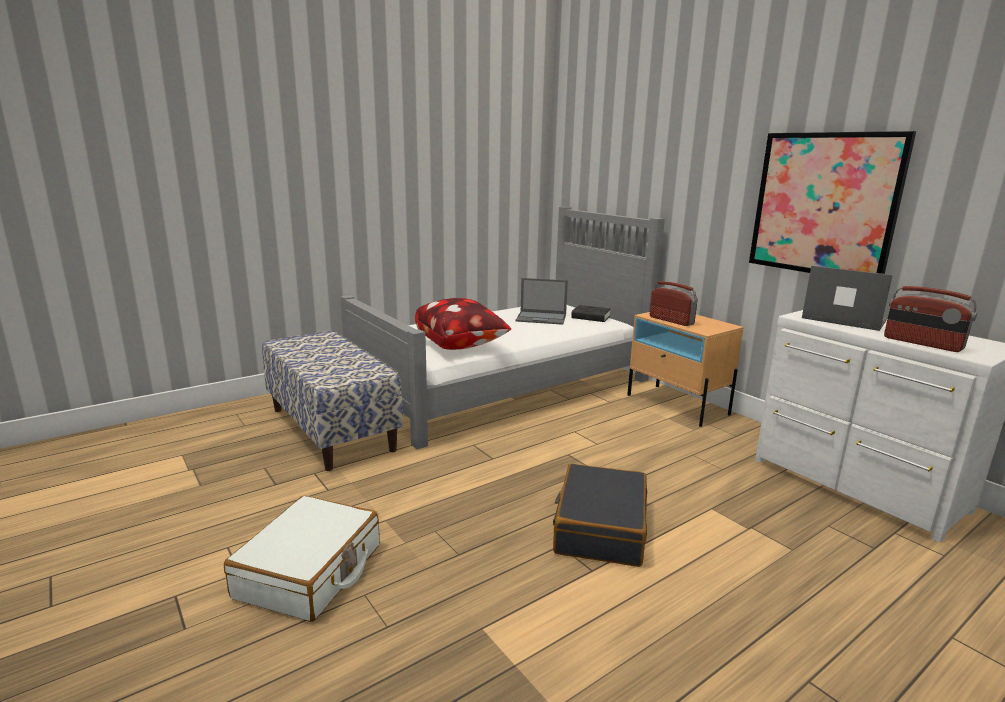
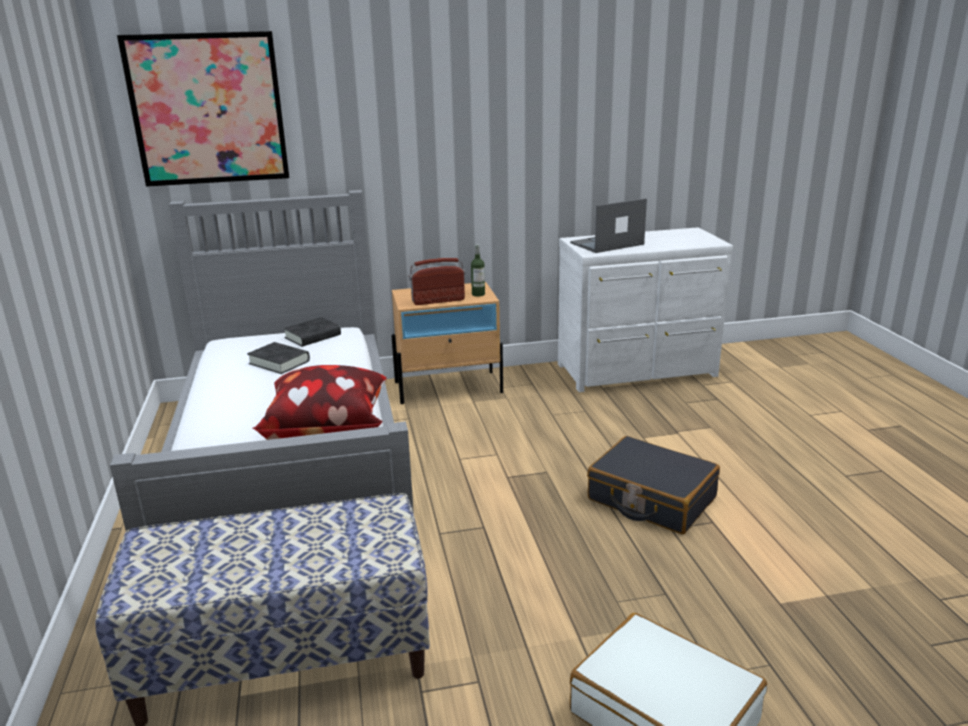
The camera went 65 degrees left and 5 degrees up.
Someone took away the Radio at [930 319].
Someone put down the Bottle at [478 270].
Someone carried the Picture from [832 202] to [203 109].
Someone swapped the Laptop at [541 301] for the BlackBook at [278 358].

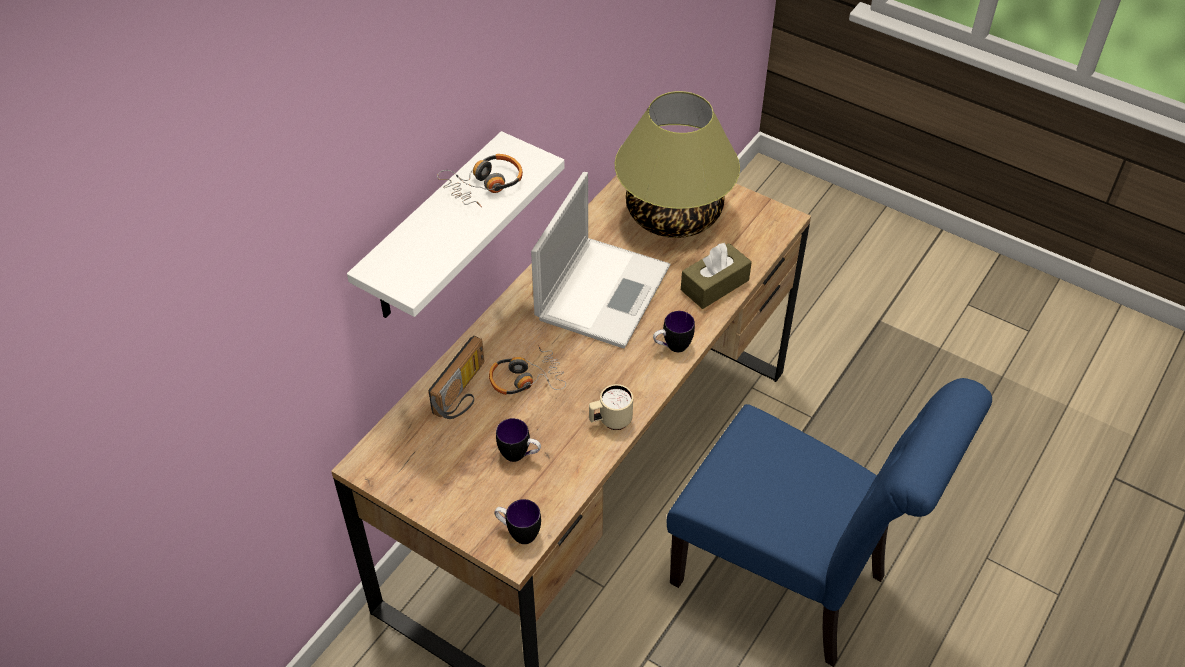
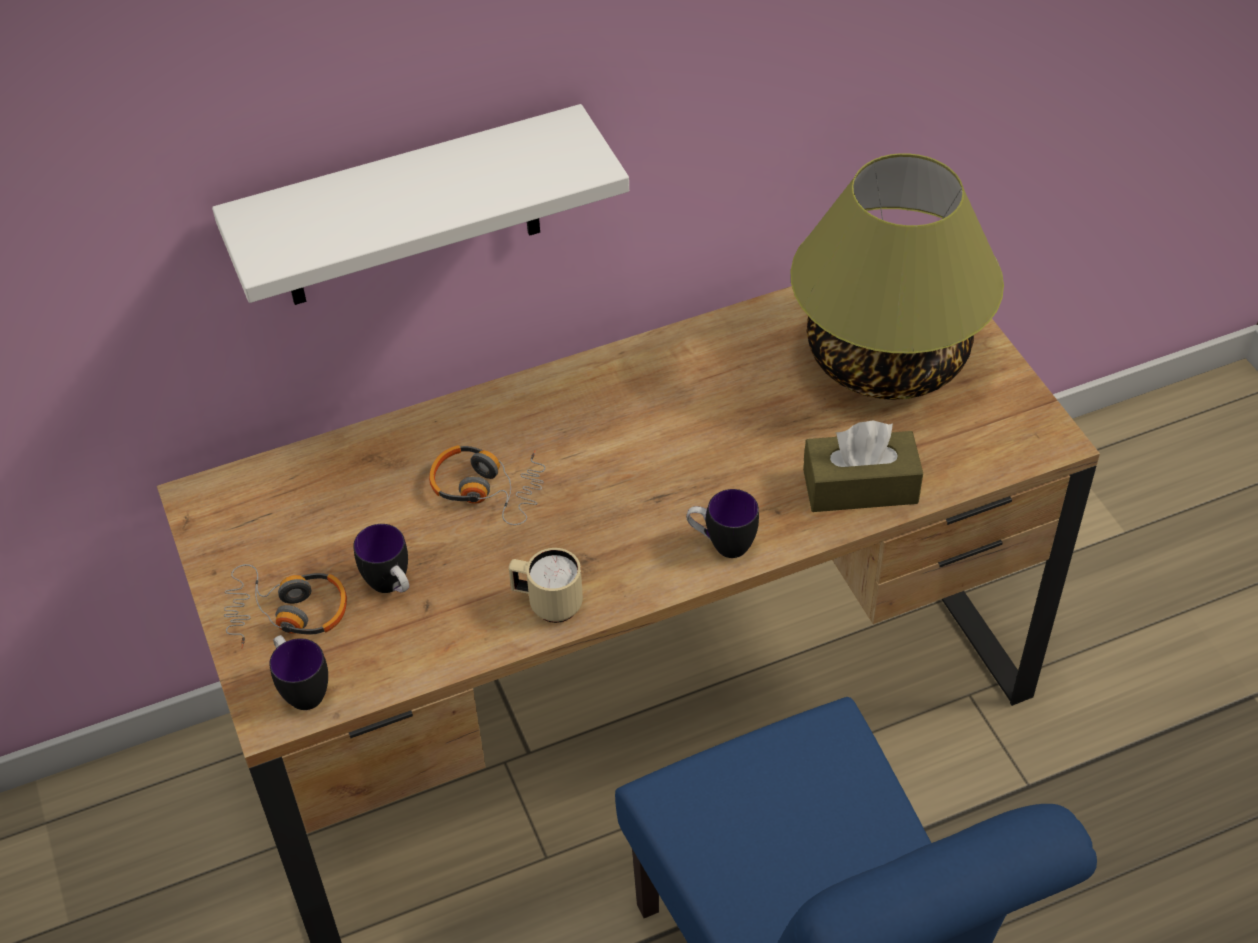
The camera went 35 degrees right and 0 degrees up.
Someone took away the Radio at [456 377].
Someone took away the Laptop at [600 260].
Someone carried the Headphones from [480 180] to [285 606].

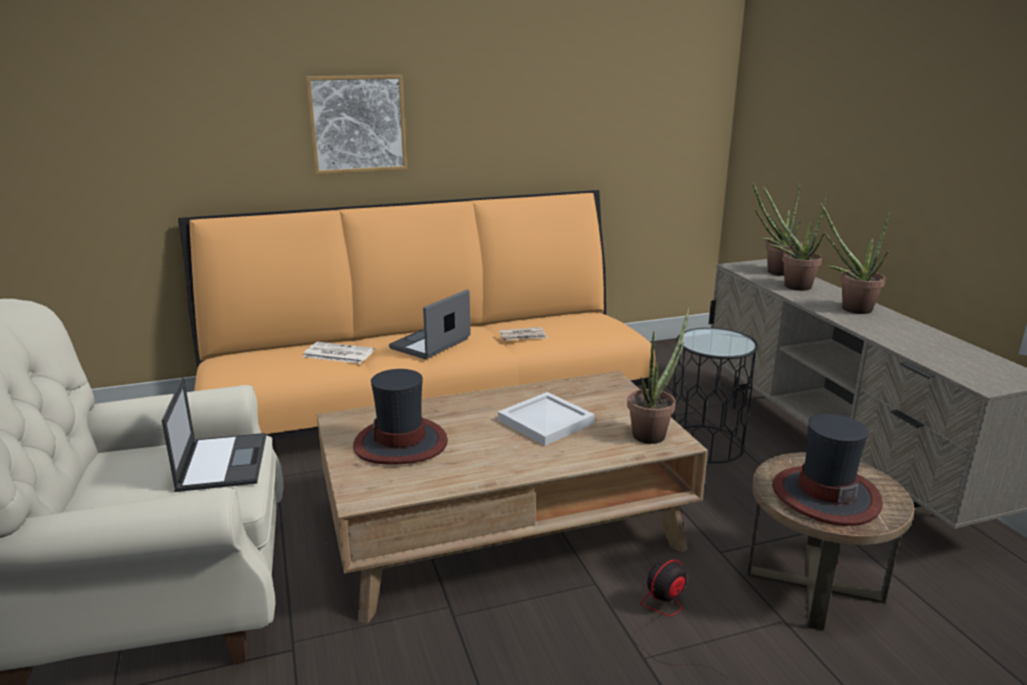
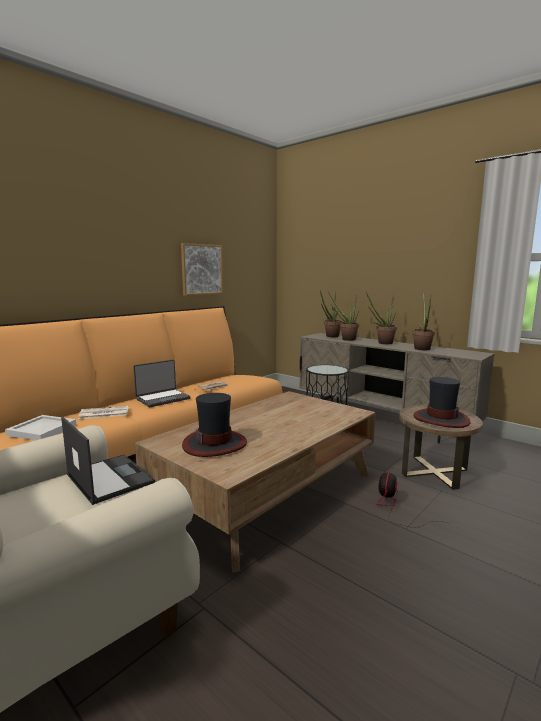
The camera went 30 degrees left and 10 degrees down.
Someone carried the Picture from [356 124] to [202 269].
Someone carried the WhiteTray from [546 419] to [40 427].
Someone carried the PottedPlant from [658 375] to [423 321].
Someone rotated the Laptop at [429 324] by 135 degrees counterclockwise.

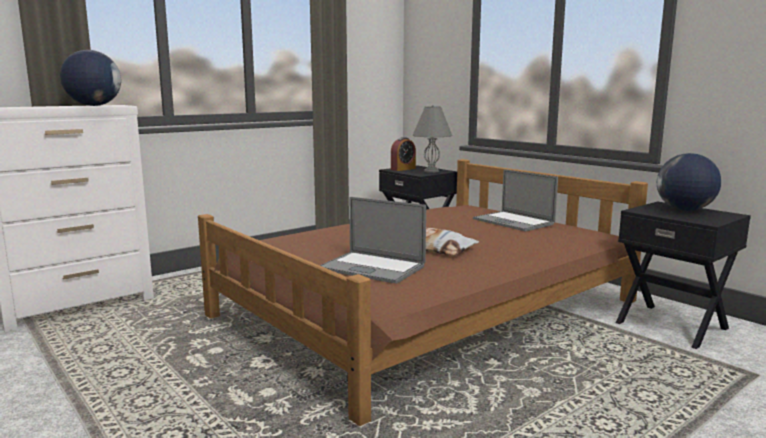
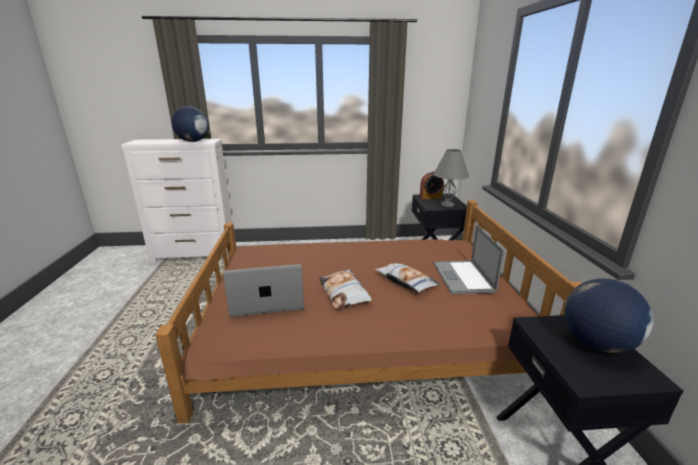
The camera went 35 degrees right and 10 degrees up.
Someone put down the Pillow at [407 278].
Someone rotated the Laptop at [373 240] by 105 degrees clockwise.

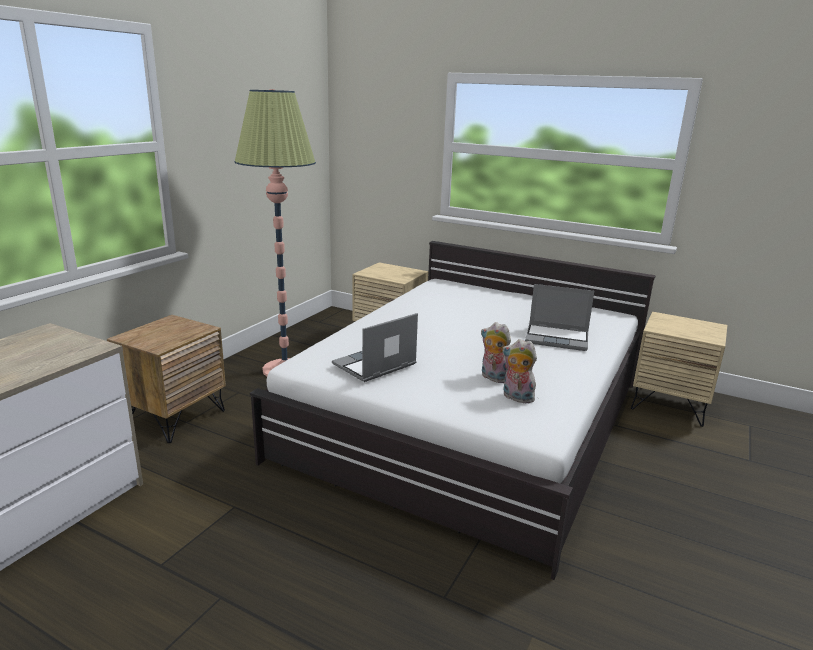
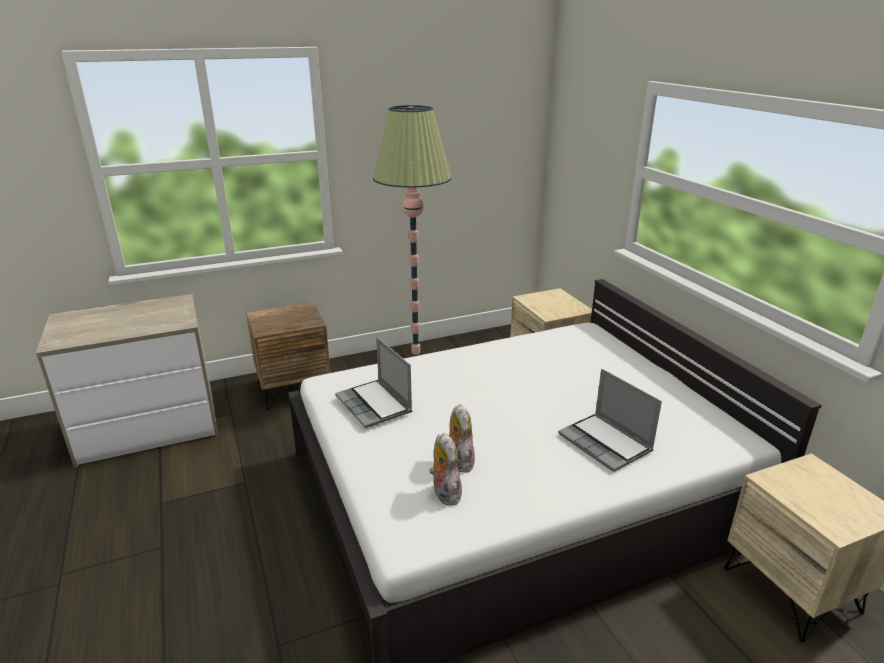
The camera went 40 degrees right and 5 degrees up.
Someone rotated the Laptop at [375 347] by 120 degrees counterclockwise.

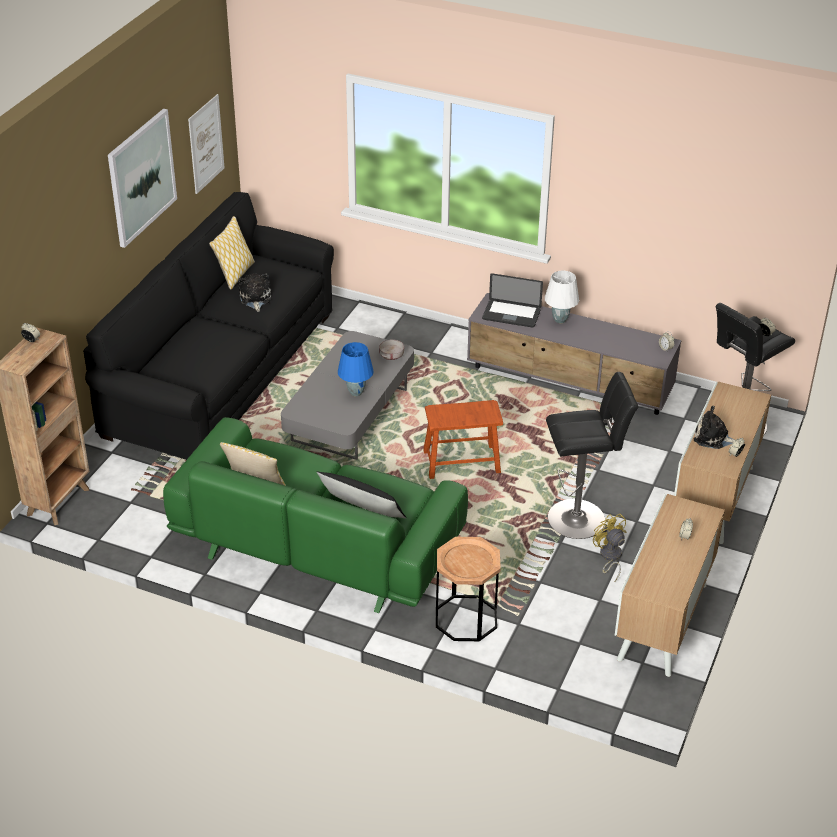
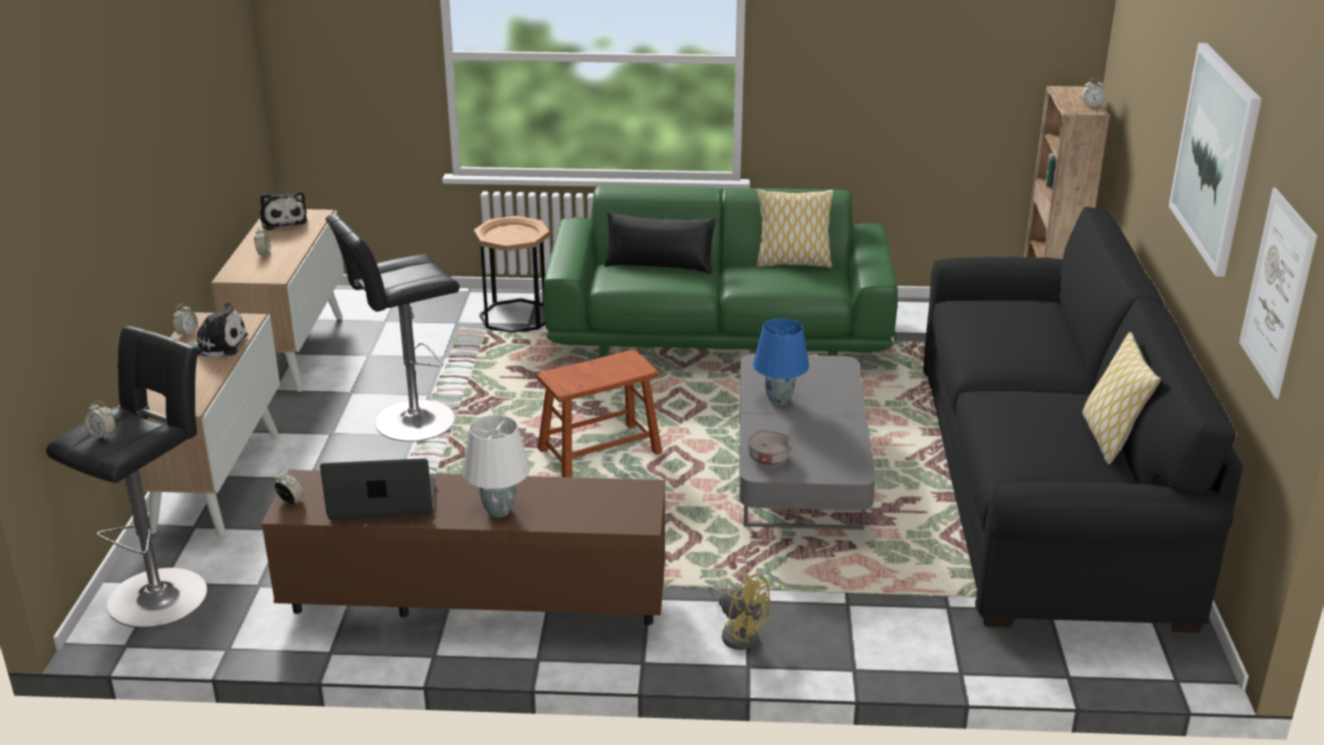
The camera went 160 degrees right and 10 degrees down.
Someone carried the PlushToy from [254 292] to [284 210].
Someone carried the Laptop from [512 300] to [377 489].
Someone carried the YellowFan from [609 548] to [740 611].
Someone repainted the GreyTvStand at [574 354], which became the BrownTvStand at [463 547].

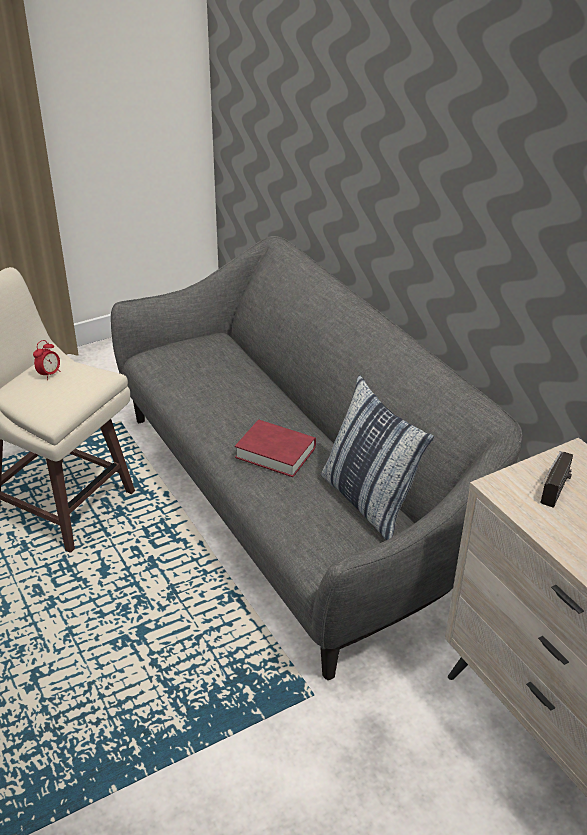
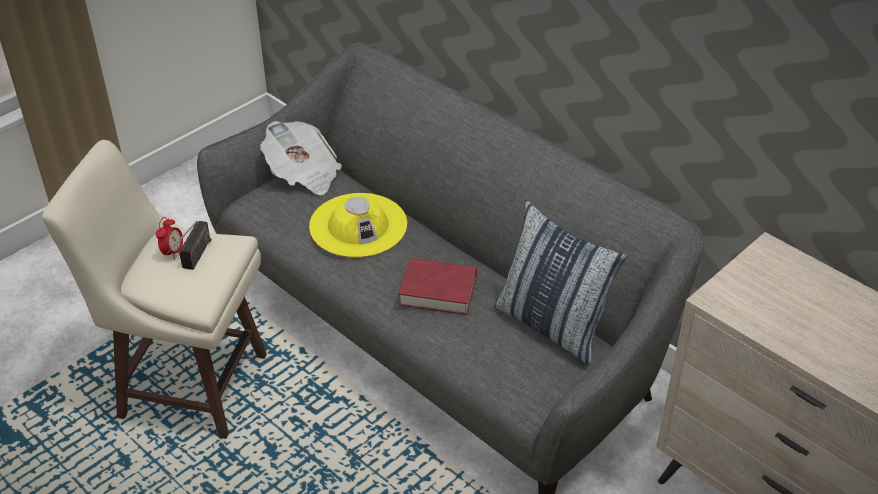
The camera went 15 degrees left and 5 degrees up.
Someone put down the Newspaper at [301 158].
Someone put down the YellowHat at [358 225].
Someone carried the Radio from [556 479] to [189 245].

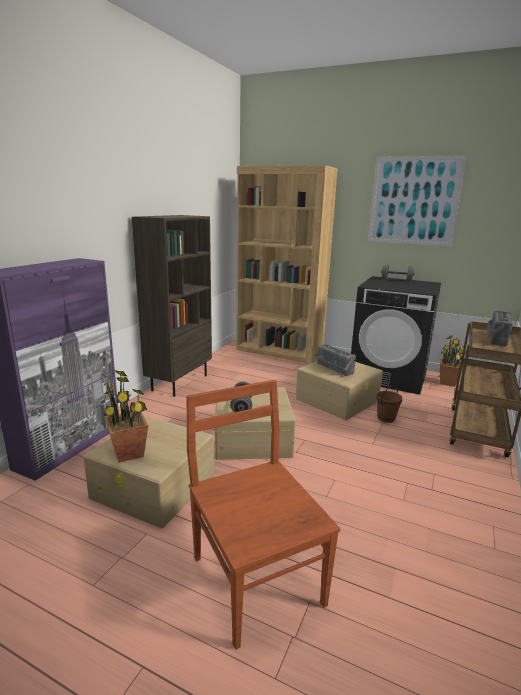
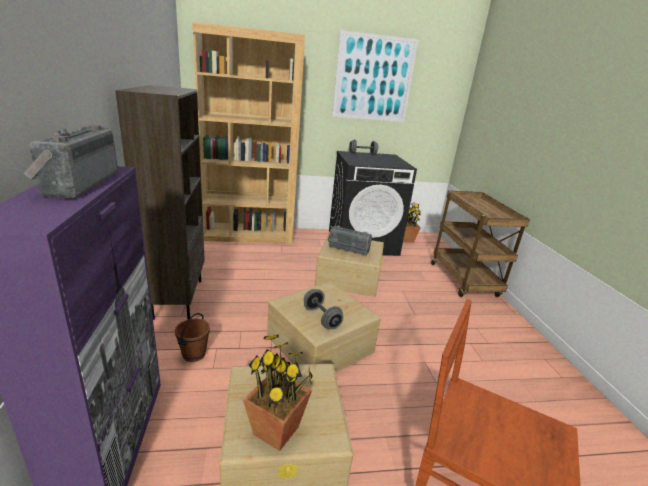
The camera went 35 degrees left and 5 degrees up.
Someone carried the BrownBucket from [389 404] to [192 337].
Someone carried the Radio from [500 328] to [70 161].

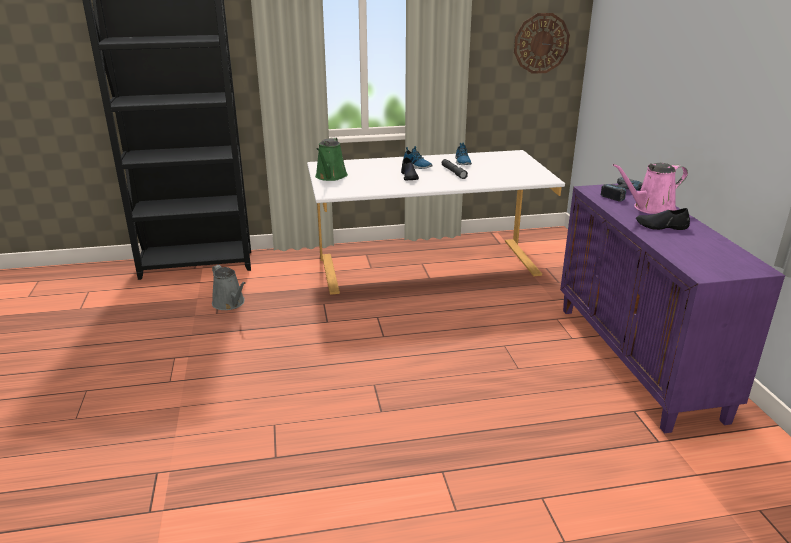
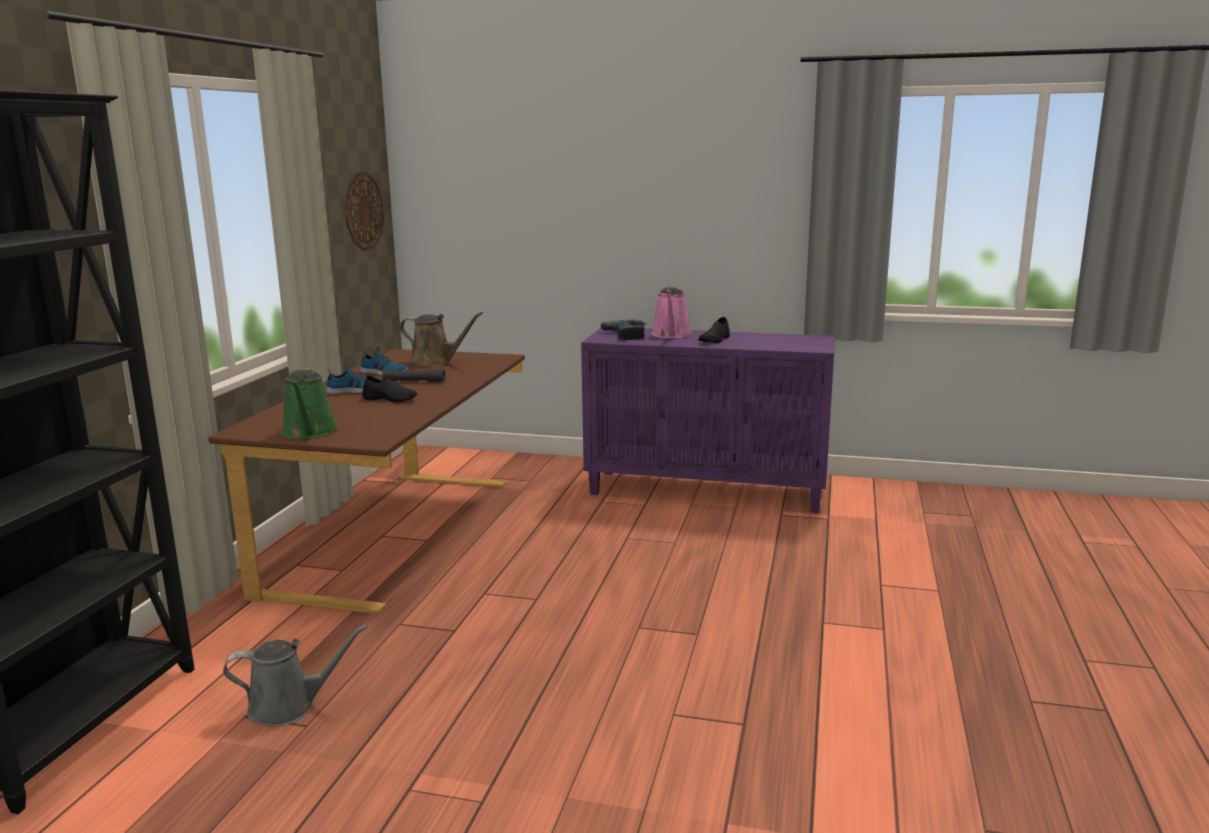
The camera went 65 degrees left and 10 degrees down.
Someone put down the BrownWateringCan at [441 339].
Someone repainted the WhiteDesk at [436 222], which became the BrownDesk at [366 481].
Someone rotated the GreenWateringCan at [331 159] by 45 degrees clockwise.

